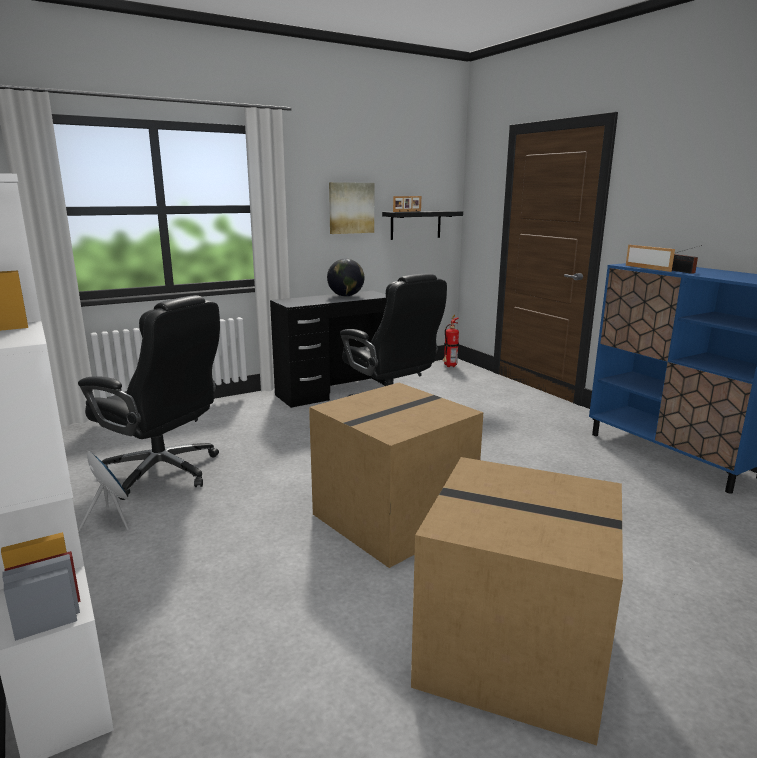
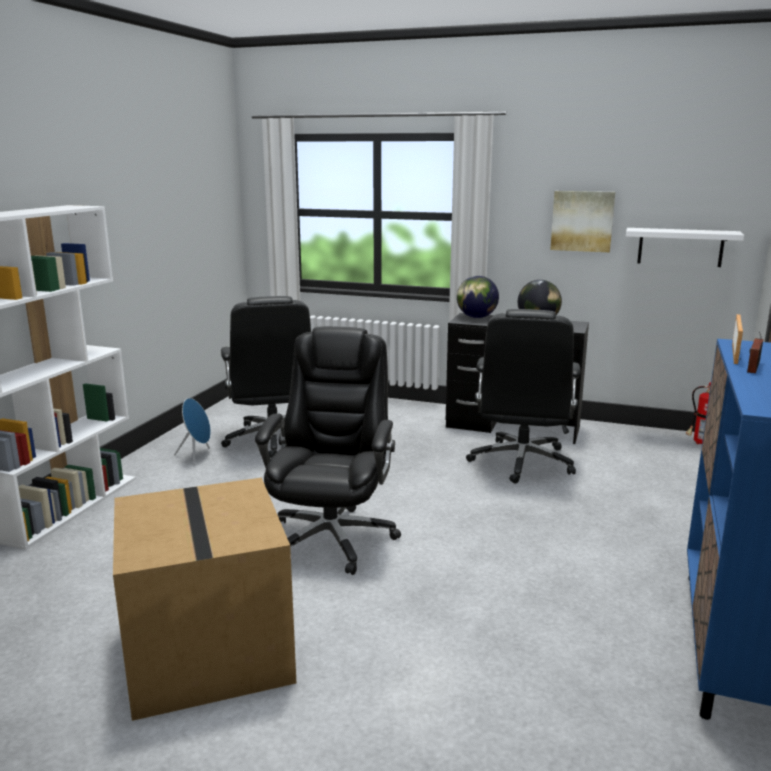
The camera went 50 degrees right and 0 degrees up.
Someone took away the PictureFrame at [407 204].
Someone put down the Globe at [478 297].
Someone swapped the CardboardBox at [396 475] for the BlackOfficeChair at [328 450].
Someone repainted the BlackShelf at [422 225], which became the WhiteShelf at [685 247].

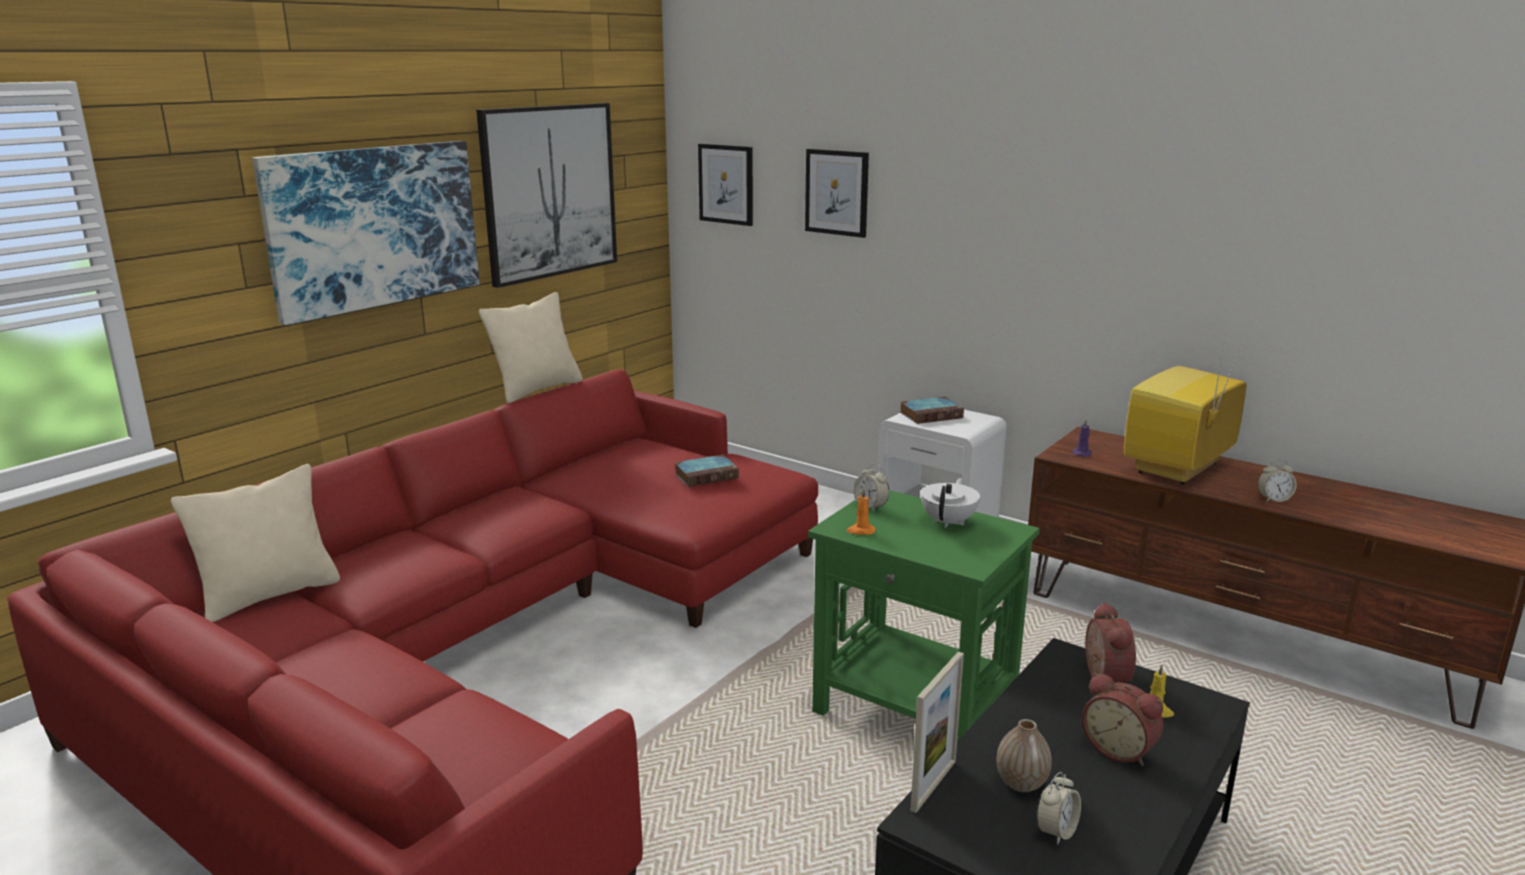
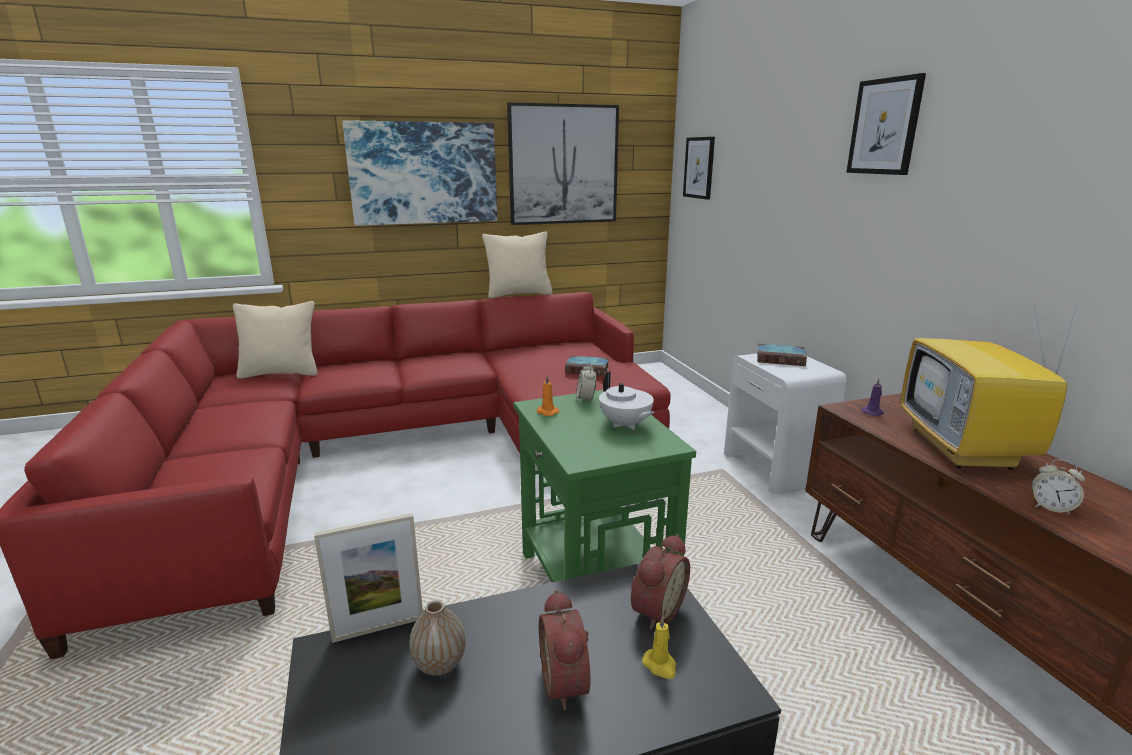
The camera went 35 degrees right and 0 degrees up.
Someone took away the AlarmClock at [1058 808].
Someone carried the Picture from [837 193] to [886 124].
Someone rotated the WhiteTeapot at [950 503] by 90 degrees clockwise.
Someone rotated the Television at [1185 410] by 75 degrees counterclockwise.

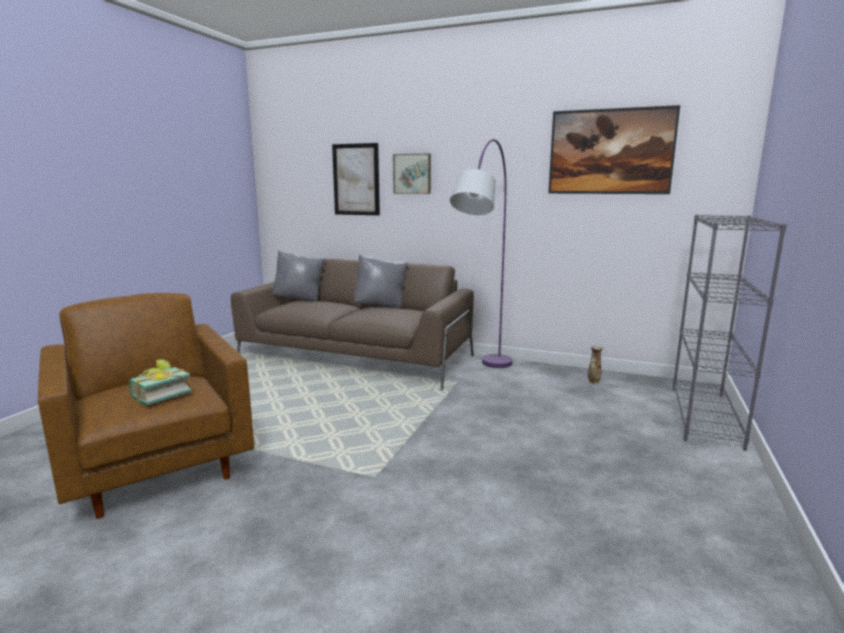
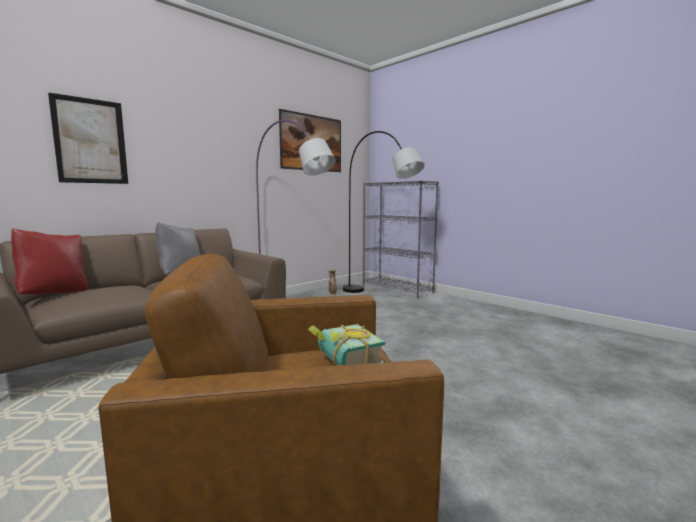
The camera went 65 degrees left and 5 degrees down.
Someone took away the Picture at [412 173].
Someone put down the GreyFloorLamp at [383 212].
Someone repainted the GreyPillow at [299 276], which became the RedPillow at [49 261].

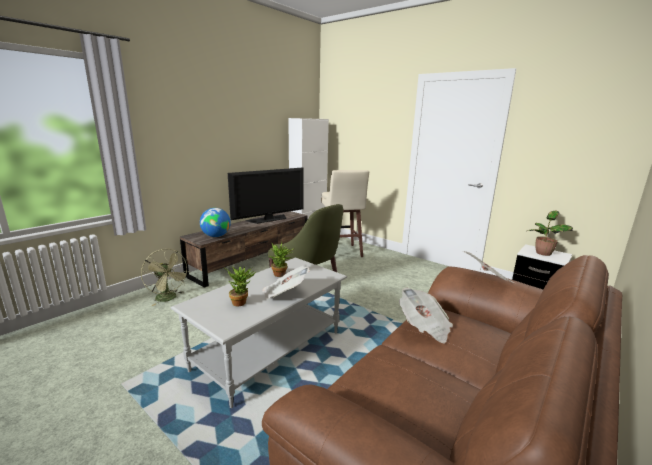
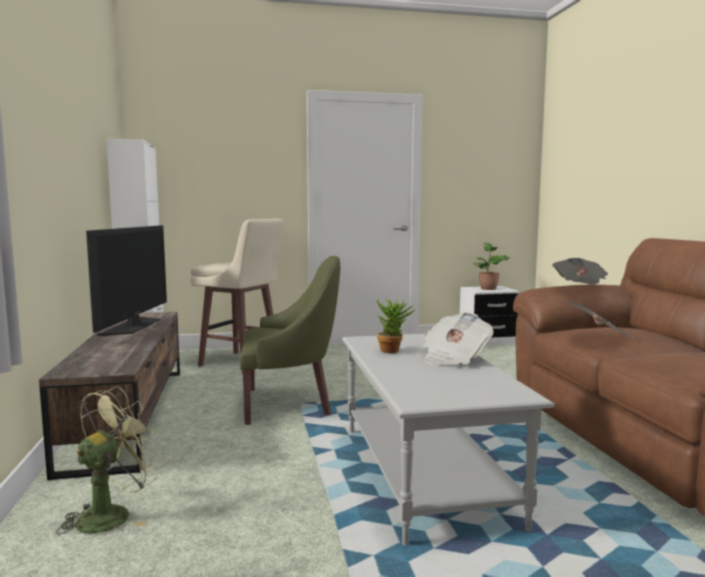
The camera went 50 degrees left and 10 degrees down.
Someone took away the Globe at [215 222].
Someone took away the PottedPlant at [240 286].
Someone rotated the GreenFan at [165 277] by 45 degrees counterclockwise.

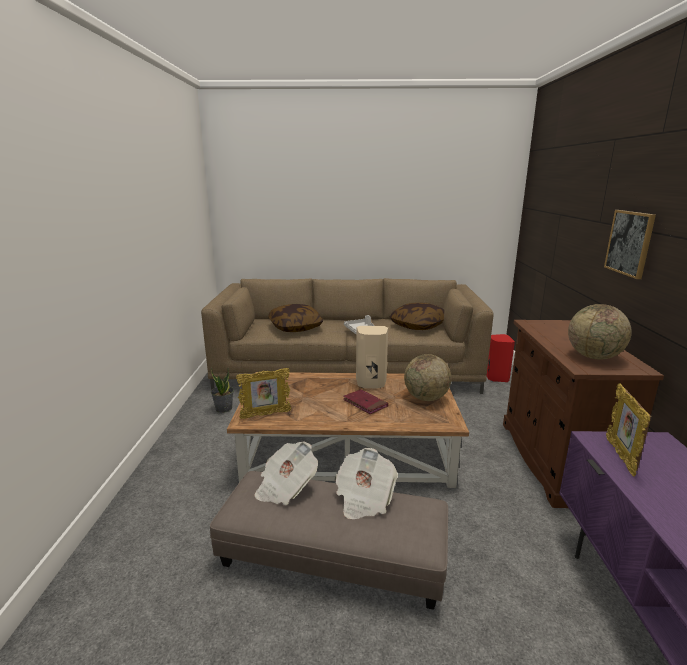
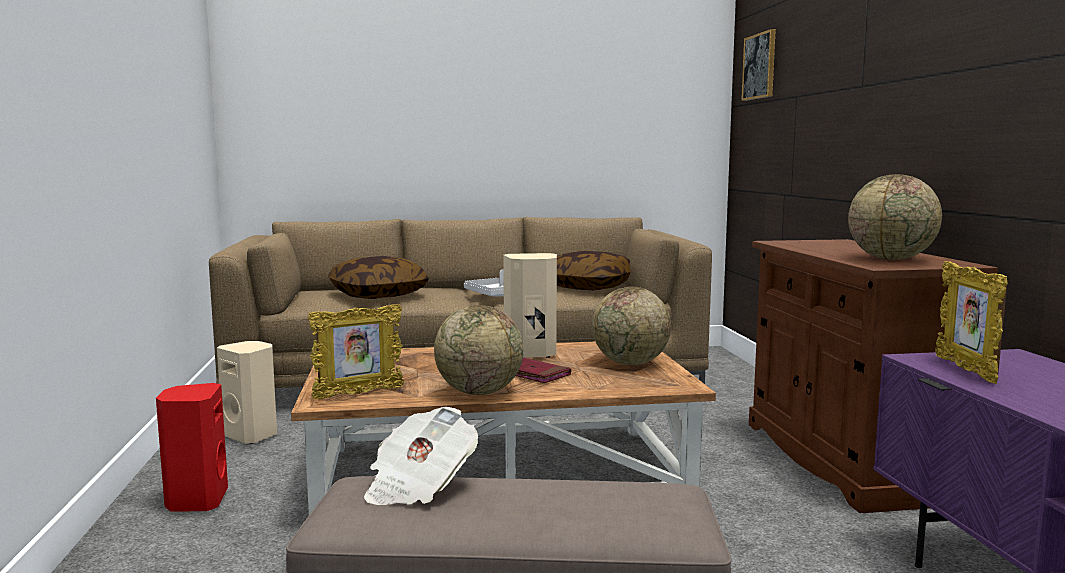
The camera went 10 degrees left and 10 degrees down.
Someone took away the Newspaper at [366 483].
Someone put down the Globe at [479 350].
Someone carried the RedSpeaker from [501 358] to [192 447].
Someone carried the Picture from [630 244] to [758 65].
Someone swapped the PottedPlant at [222 390] for the BeigeSpeaker at [247 392].

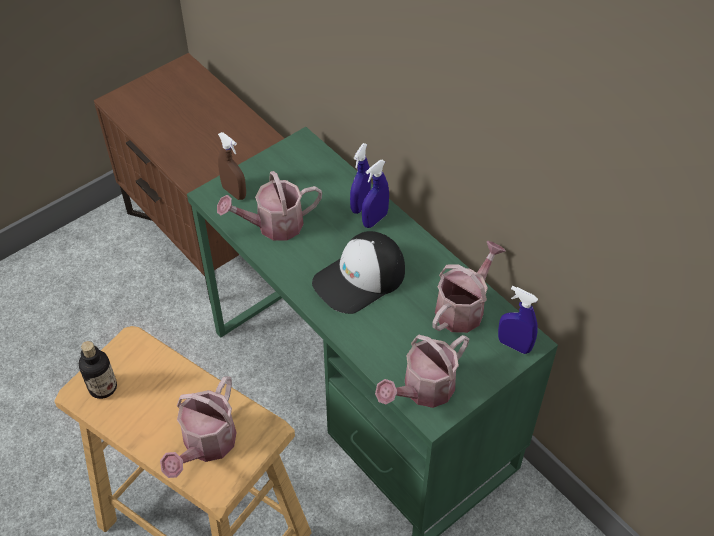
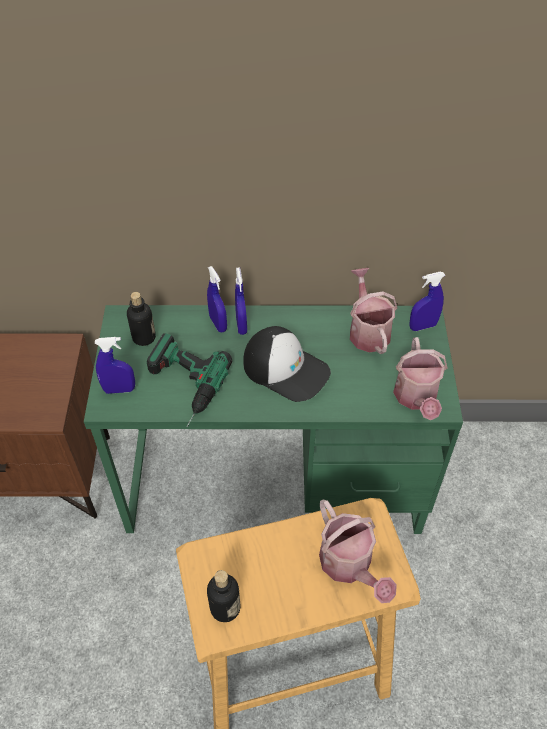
The camera went 50 degrees left and 0 degrees up.
Someone put down the Bottle at [141 319].
Someone swapped the WateringCan at [269 206] for the PowerDrill at [189 380].
Someone repainted the BrownSprayBottle at [232 166], which became the BlueSprayBottle at [115 365].
Someone rotated the Cap at [358 272] by 60 degrees counterclockwise.

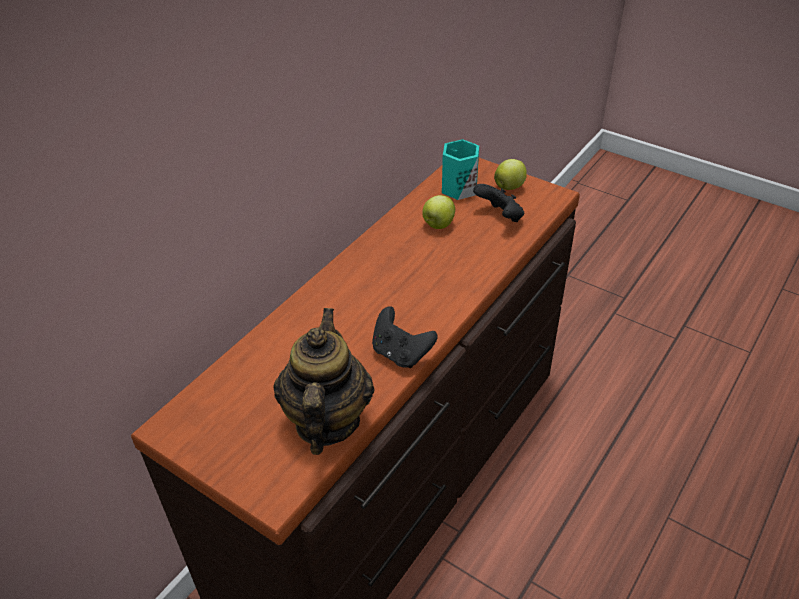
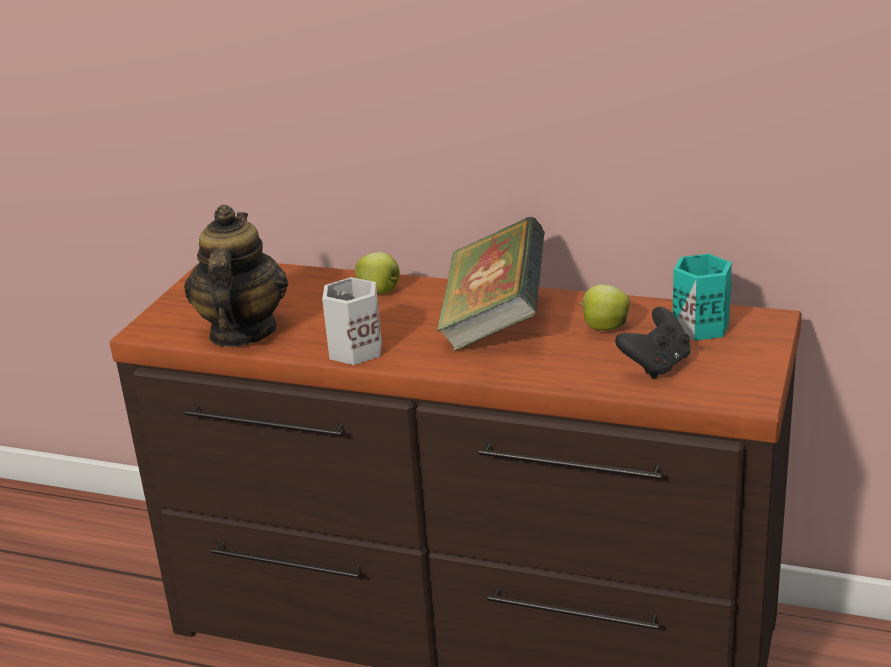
The camera went 75 degrees right and 15 degrees down.
Someone put down the Book at [490 284].
Someone carried the Apple from [510 174] to [377 273].
Someone swapped the BlackGameController at [405 337] for the WhiteMug at [352 321].
Someone rotated the Teapot at [323 381] by 75 degrees counterclockwise.

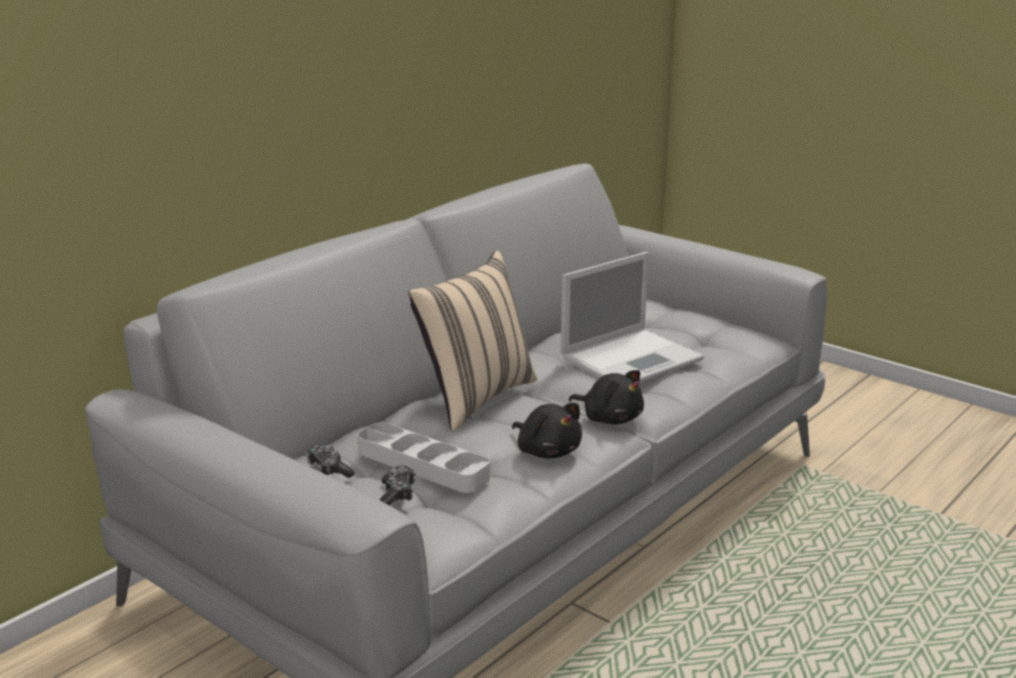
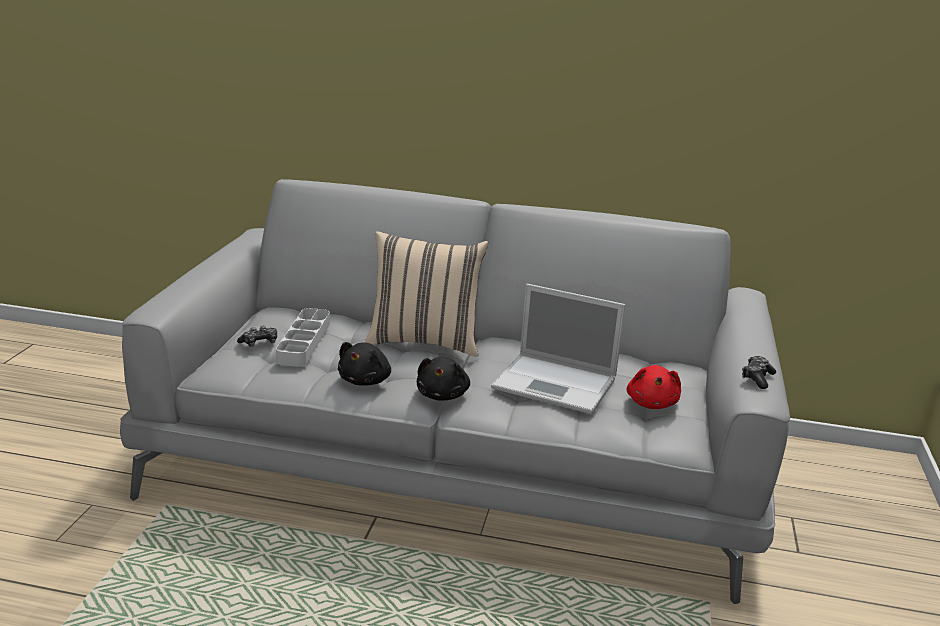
The camera went 60 degrees right and 0 degrees up.
Someone put down the RedPlushToy at [654 387].
Someone carried the GameController from [330 461] to [759 372].

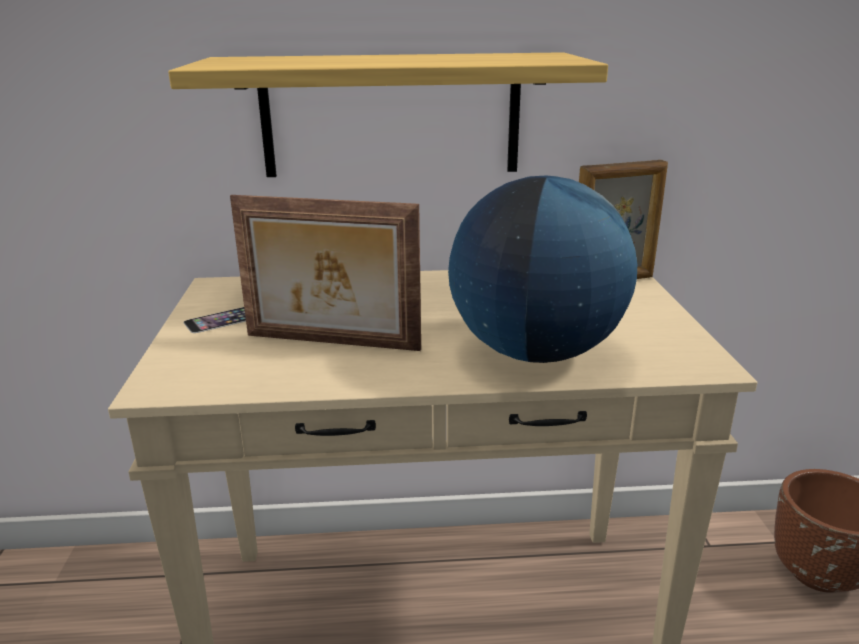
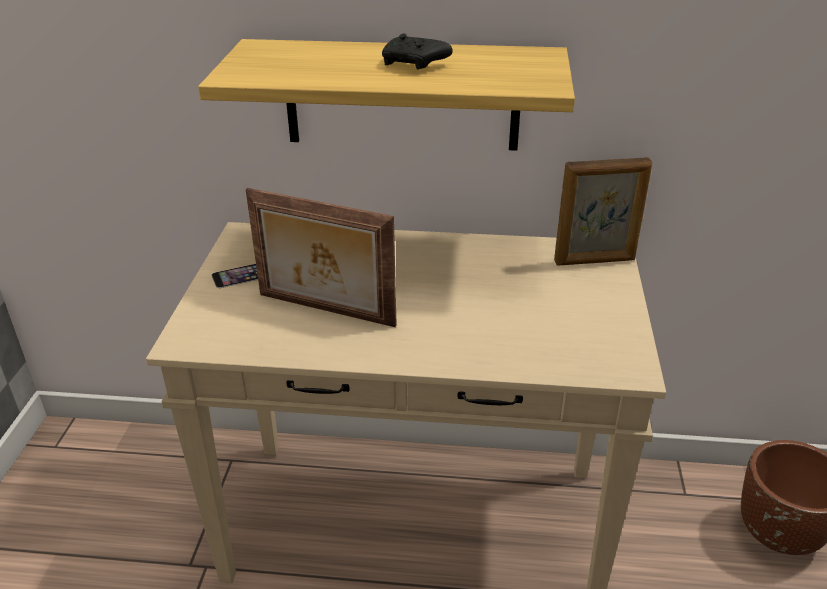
The camera went 10 degrees right and 10 degrees up.
Someone took away the Globe at [542 269].
Someone put down the BlackGameController at [417 51].

